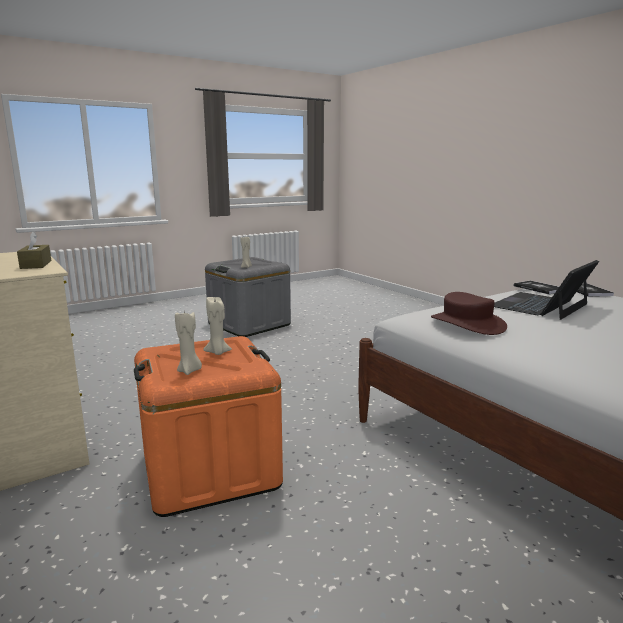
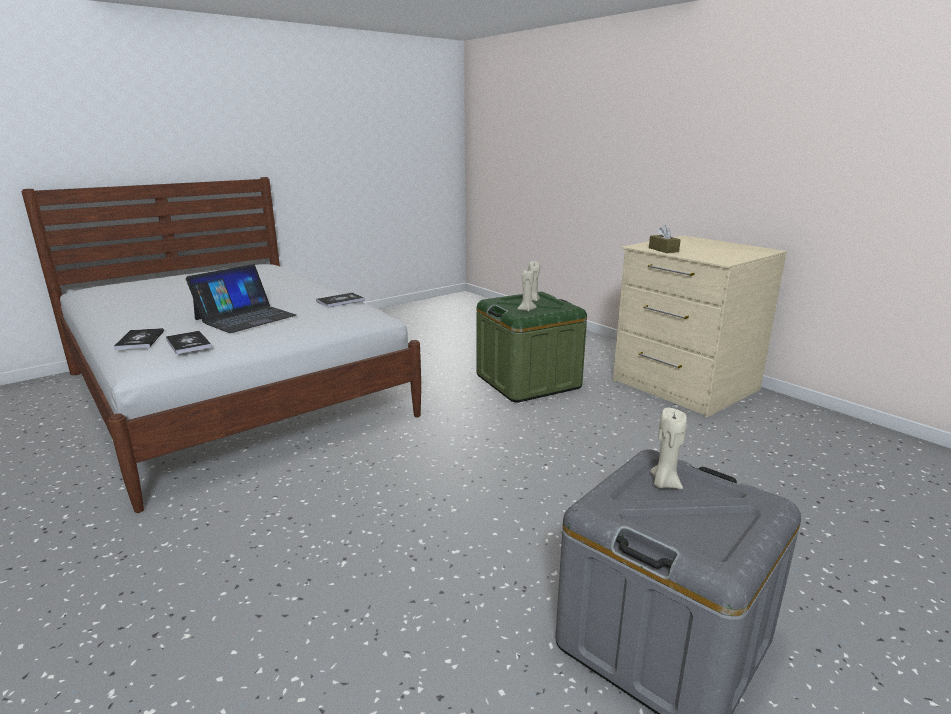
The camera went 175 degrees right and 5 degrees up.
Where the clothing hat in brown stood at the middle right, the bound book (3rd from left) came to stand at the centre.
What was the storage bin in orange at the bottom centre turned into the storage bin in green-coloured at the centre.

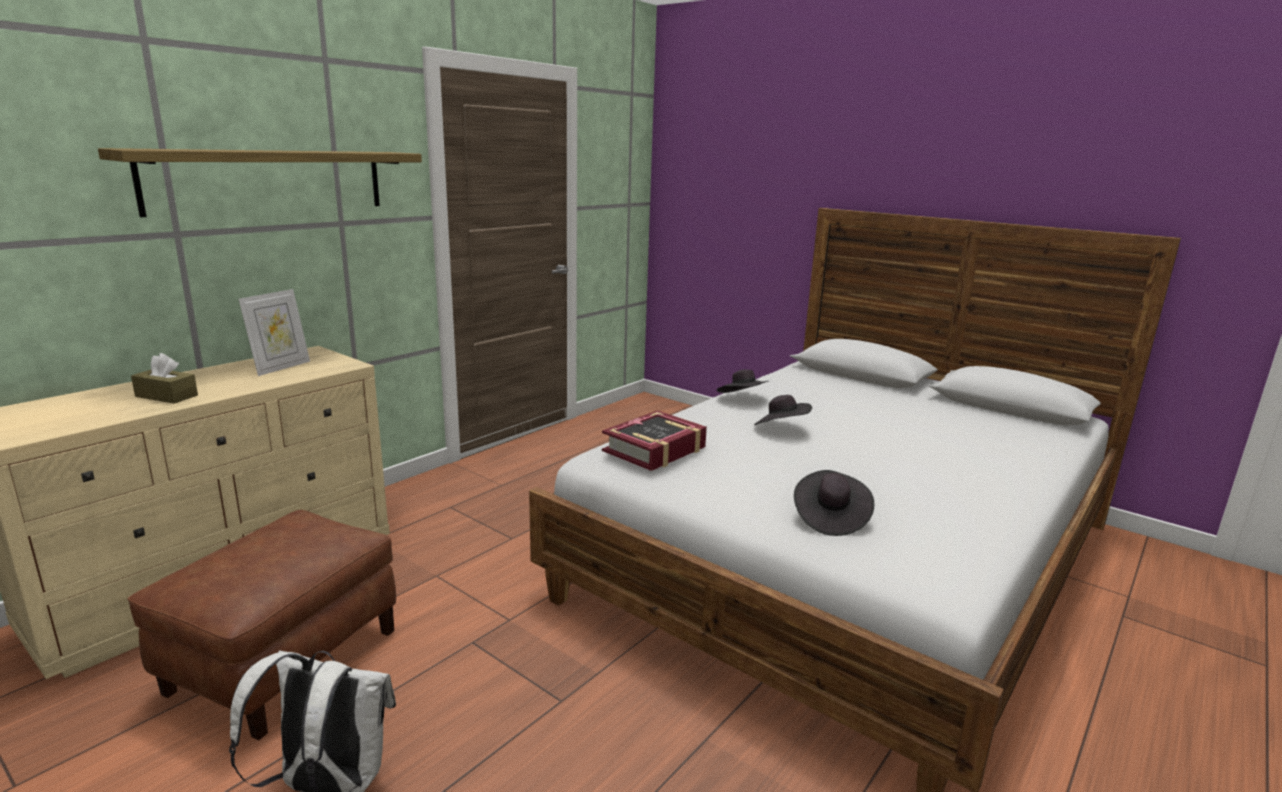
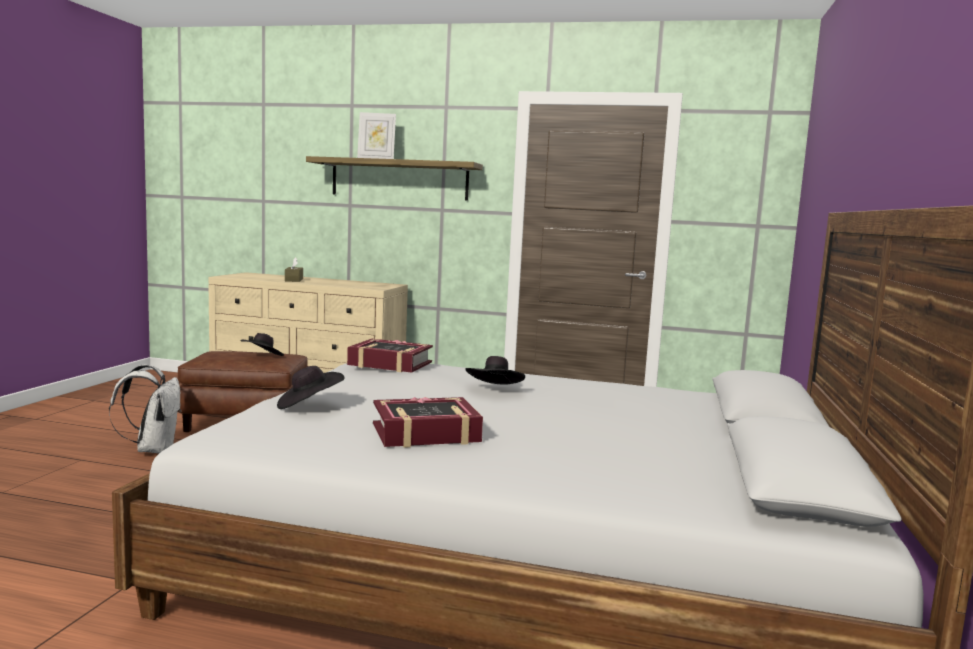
The camera went 65 degrees right and 10 degrees down.
The clothing hat in blackish (1st from left) ended up elsewhere, having gone from the centre to the middle left.
The standing frame ended up elsewhere, having gone from the middle left to the top centre.
The second view gained the bound book (2nd from left) at the centre.

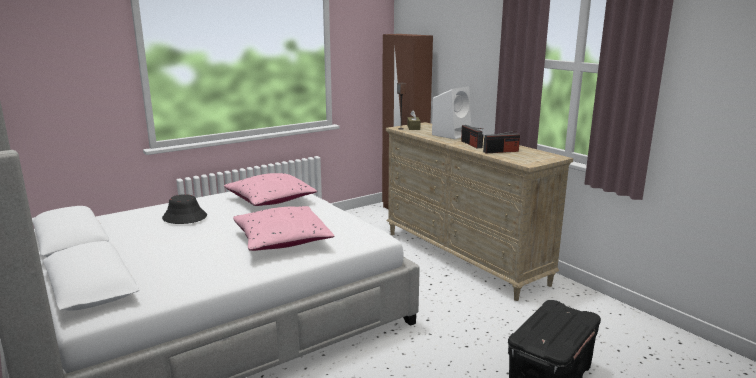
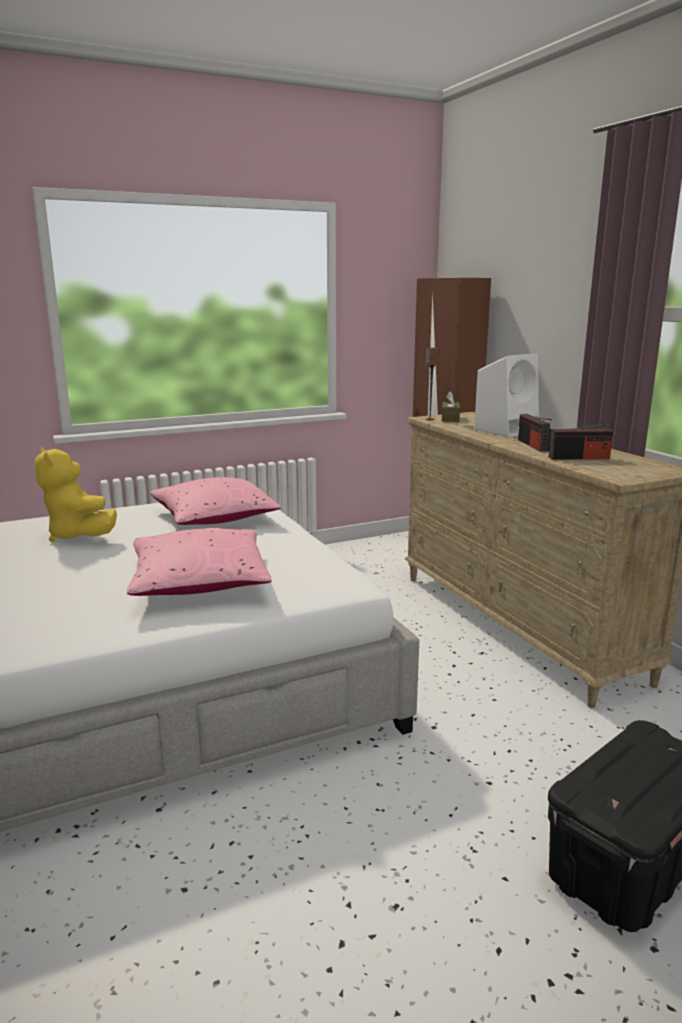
The camera went 10 degrees right and 0 degrees up.
Where the clothing hat in blackish stood at the middle left, the plush toy in yellowish came to stand at the middle left.

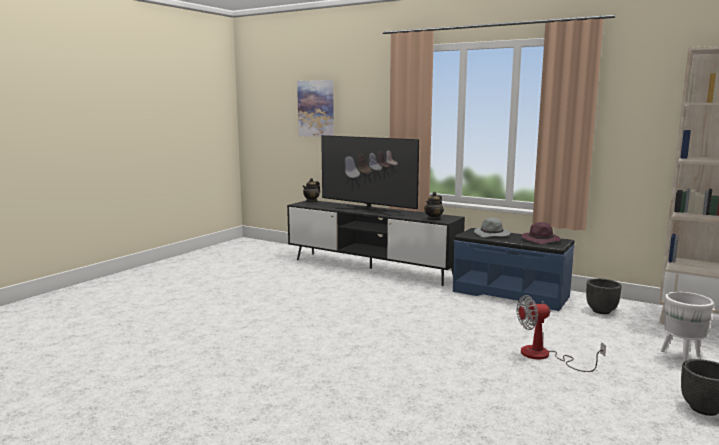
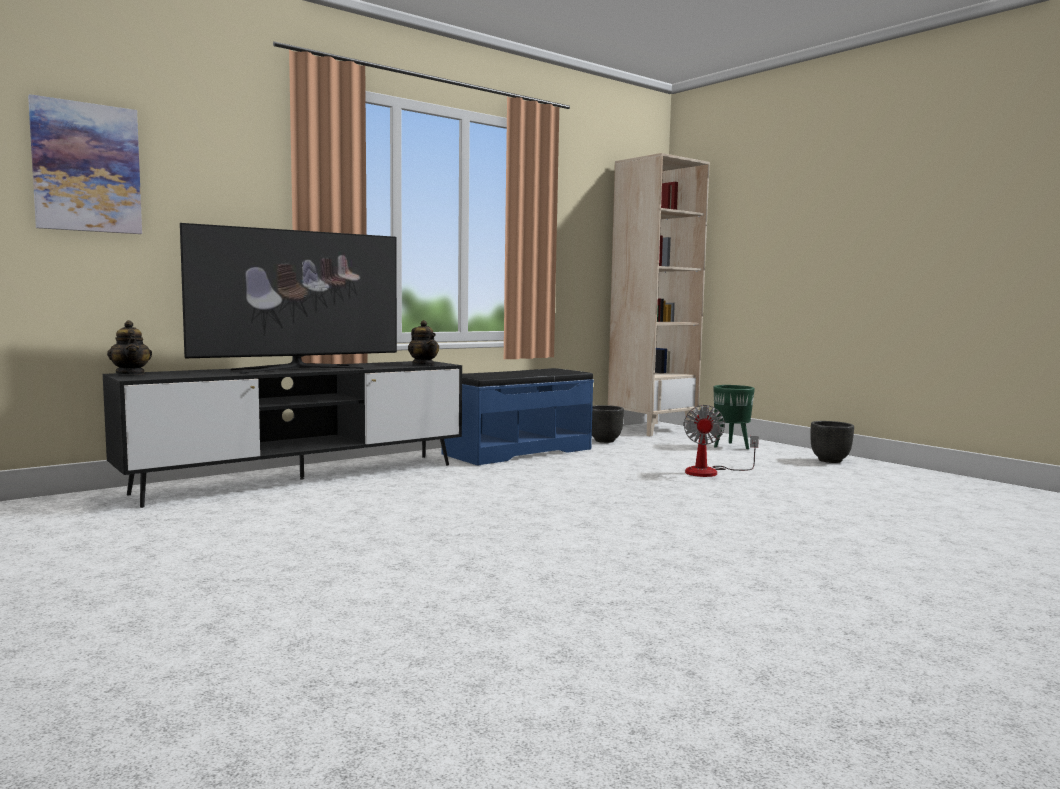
The camera went 70 degrees left and 5 degrees down.
What was the flower pot in white at the bottom right turned into the flower pot in green-coloured at the middle right.
The second view lost the clothing hat in gray at the middle right.
The second view lost the clothing hat in purple at the middle right.

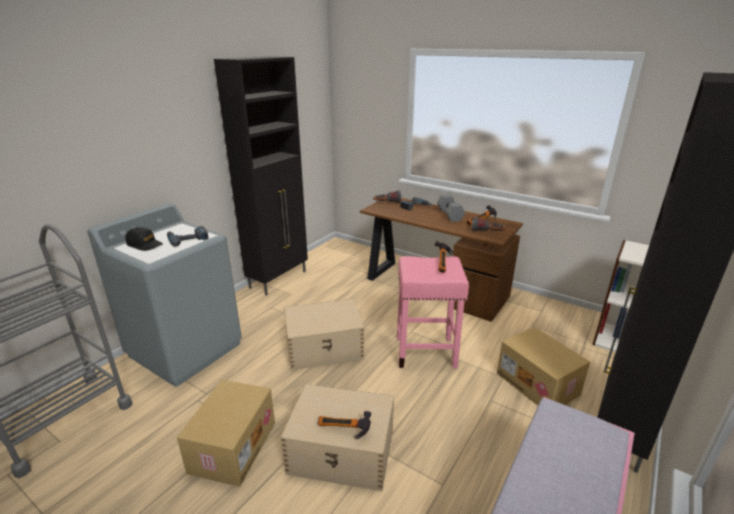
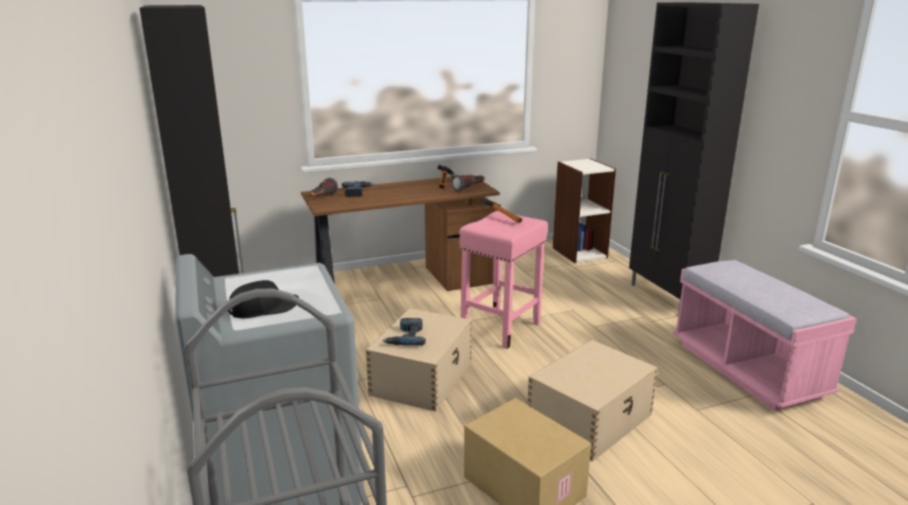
The camera went 55 degrees left and 5 degrees down.
The drill (1st from left in the first image) ended up elsewhere, having gone from the middle left to the centre.
The second view lost the hand hammer (1st from left) at the bottom centre.
The second view lost the hand weight in gray at the centre.
The second view lost the carton (2nd from left) at the bottom right.

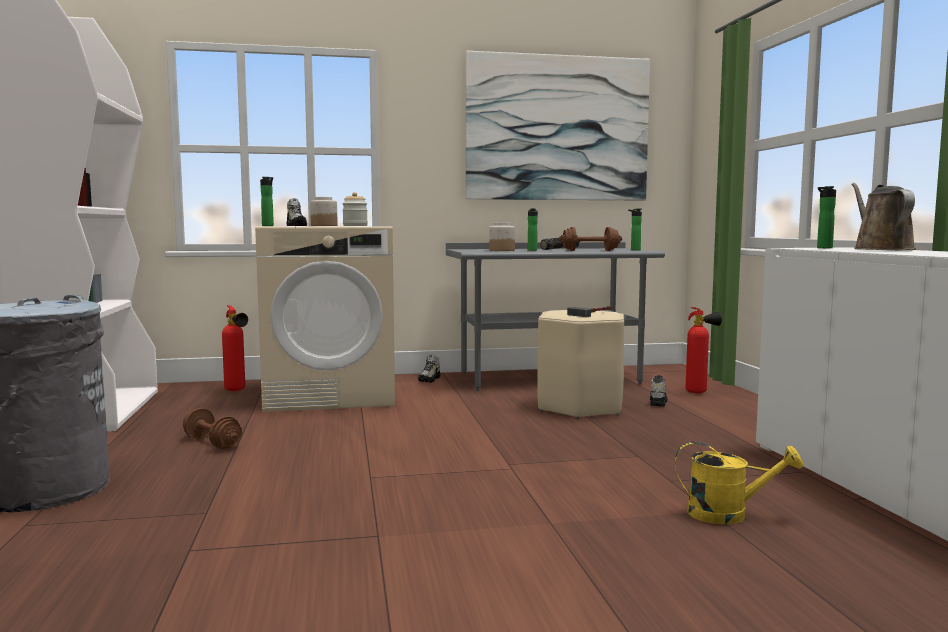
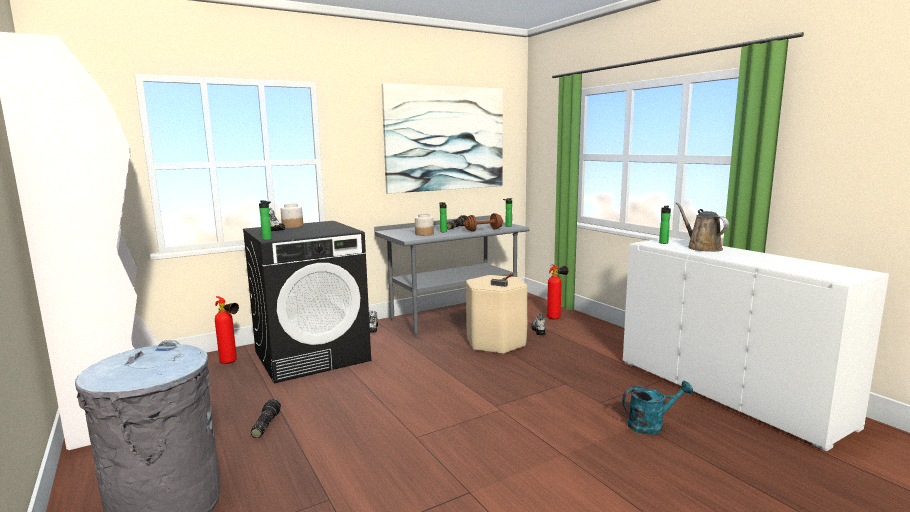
The camera went 20 degrees left and 5 degrees up.
What was the laundry appliance in beige-coloured at the centre turned into the laundry appliance in blackish at the centre.
Where the hand weight in brown (1st from left) stood at the bottom left, the flashlight (1st from left) came to stand at the bottom left.
What was the watering pot in yellowish at the bottom right turned into the watering pot in turquoise-coloured at the bottom right.
The second view lost the preserve jar (2nd from left) at the top centre.

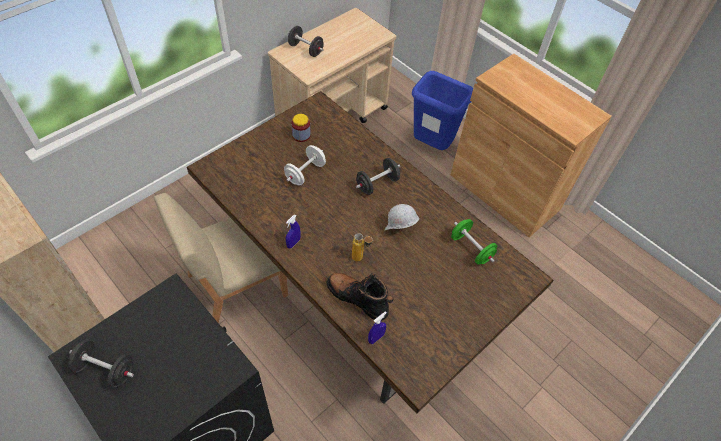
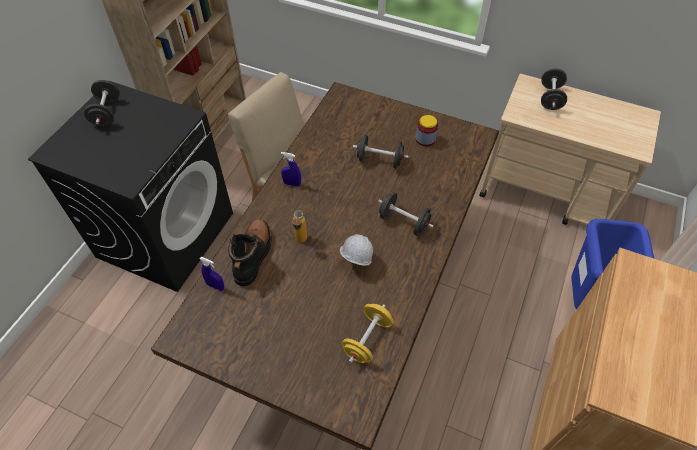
The camera went 70 degrees right and 0 degrees up.
What was the hand weight in green-coloured at the centre turned into the hand weight in yellowish at the bottom centre.
What was the hand weight in white at the centre turned into the hand weight in blackish (2nd from left) at the centre.

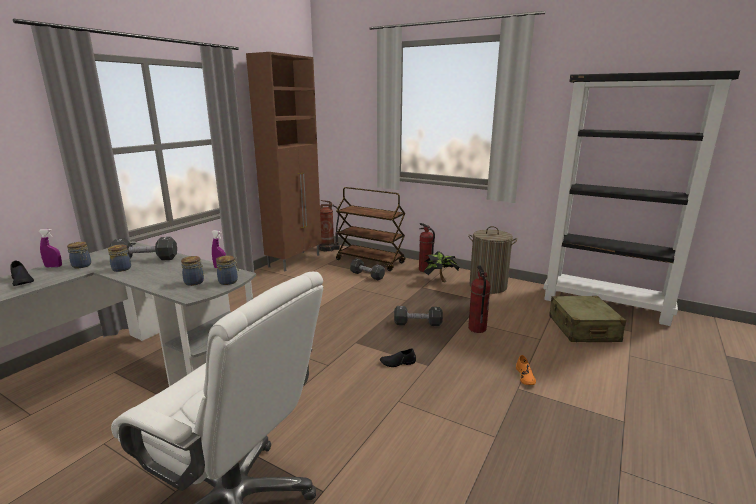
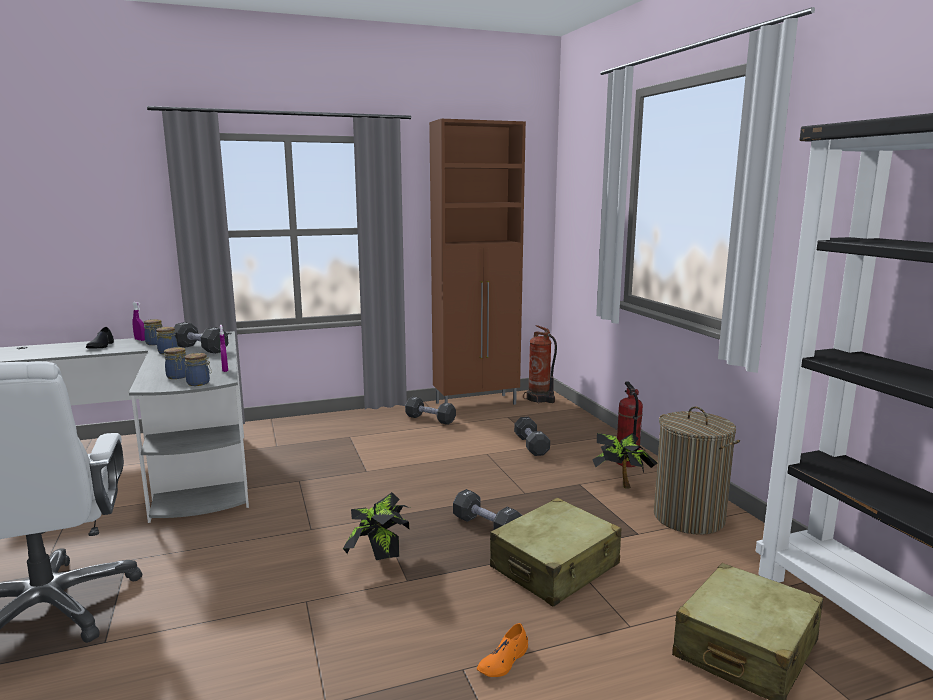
The camera went 40 degrees right and 5 degrees down.
Where the item of footwear in blackish (2nd from left) stood at the bottom centre, the plant in a pot (1st from left) came to stand at the bottom centre.
The second view gained the hand weight in blackish (2nd from left) at the centre.
Where the fire-fighting cylinder (3rd from left) stood at the centre, the suitcase in beige-coloured (1st from left) came to stand at the bottom centre.
The second view lost the trolley in brown at the centre.

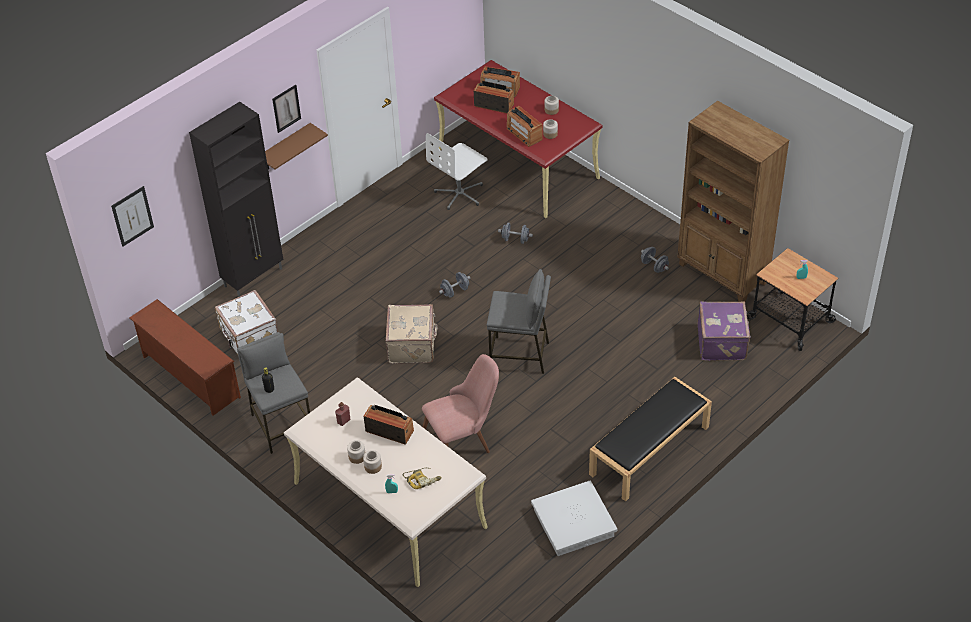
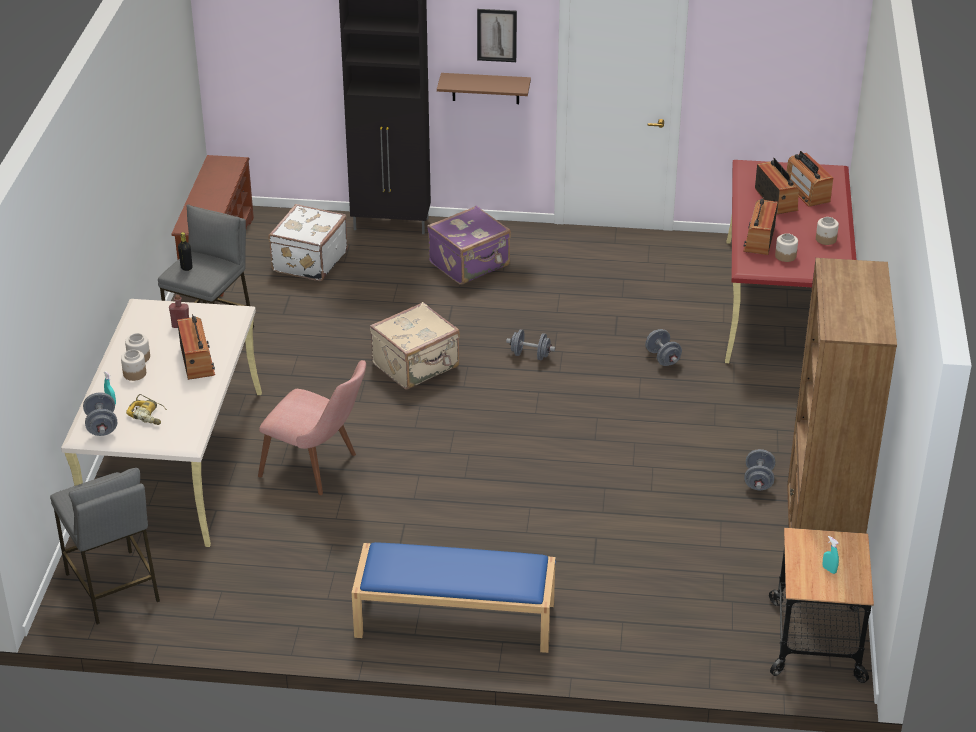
The camera went 50 degrees right and 10 degrees down.
The stool seat in gray (2nd from left in the first image) ended up elsewhere, having gone from the centre to the bottom left.
The second view gained the hand weight in gray (1st from left) at the middle left.
What was the long seat in blackish at the bottom right turned into the long seat in blue-coloured at the bottom centre.
The suitcase in purple ended up elsewhere, having gone from the middle right to the centre.
The second view lost the wall art (1st from left) at the middle left.
The second view lost the computer chair in white at the top centre.
The second view lost the storage bin in white at the bottom centre.

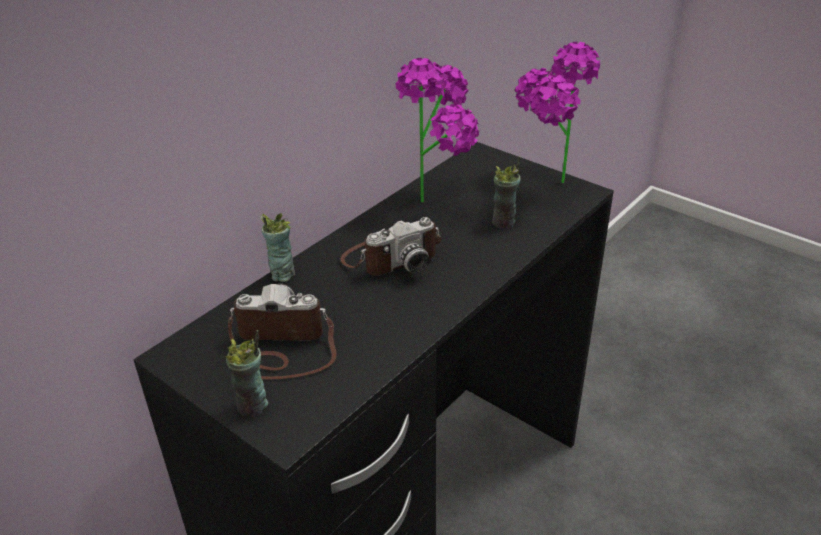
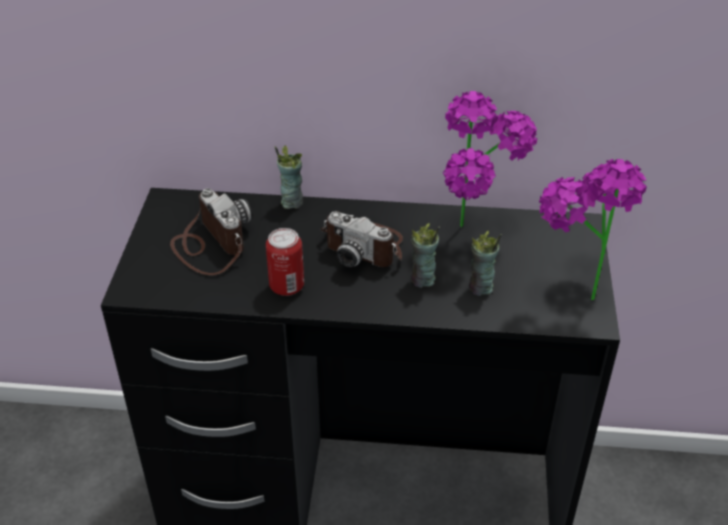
The camera went 55 degrees right and 5 degrees up.
The second view gained the metal can at the centre.
The drinking cup (1st from left in the first image) ended up elsewhere, having gone from the bottom left to the centre.

